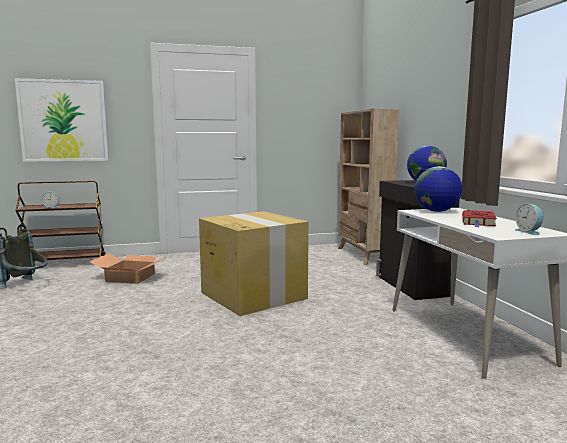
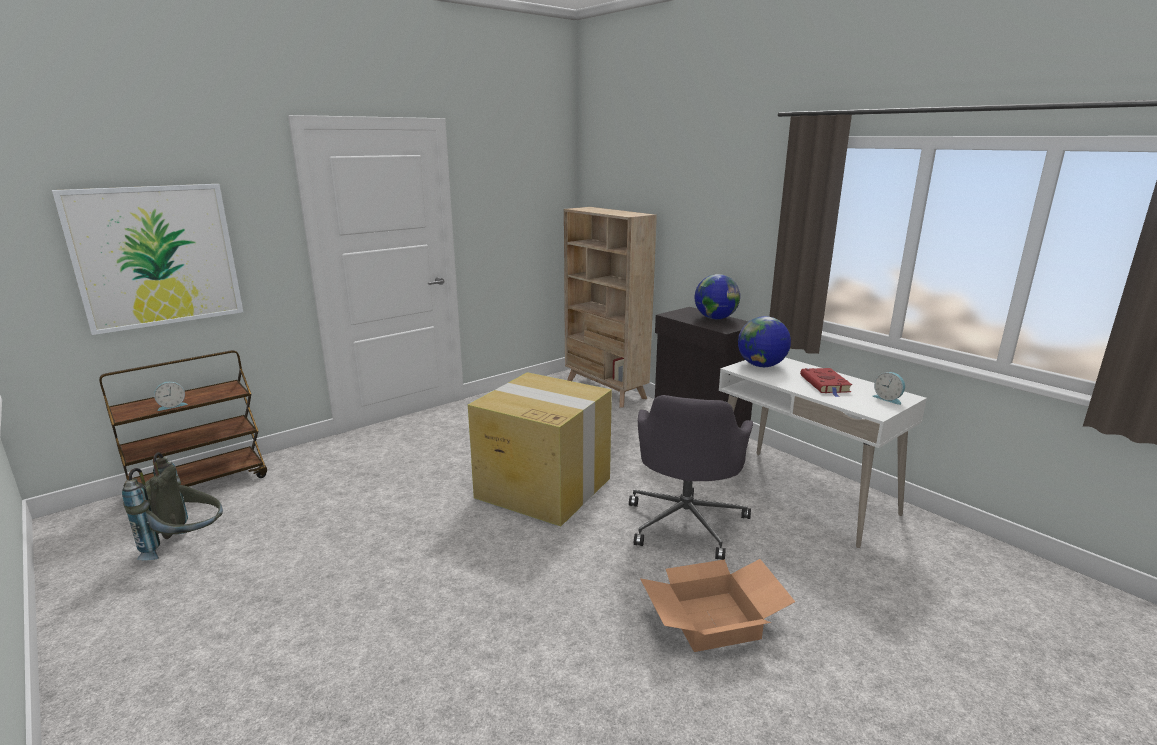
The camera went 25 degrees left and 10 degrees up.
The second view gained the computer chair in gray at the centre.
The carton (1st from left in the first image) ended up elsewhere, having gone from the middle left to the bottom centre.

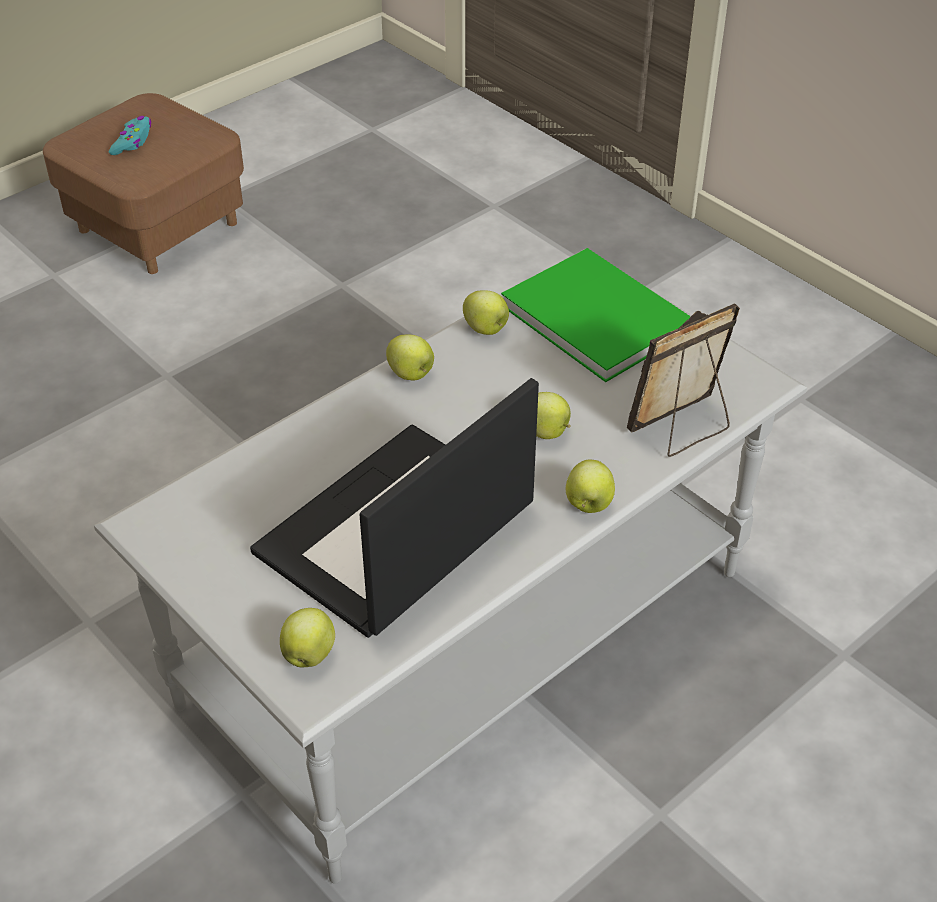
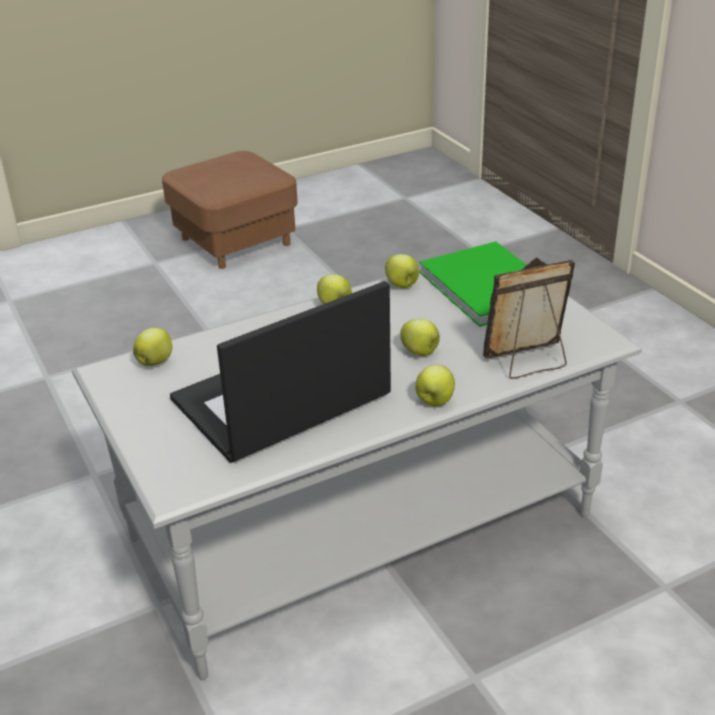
The camera went 15 degrees right and 10 degrees down.
The whole apple (1st from left) ended up elsewhere, having gone from the bottom left to the middle left.
The second view lost the joypad in turquoise-coloured at the top left.

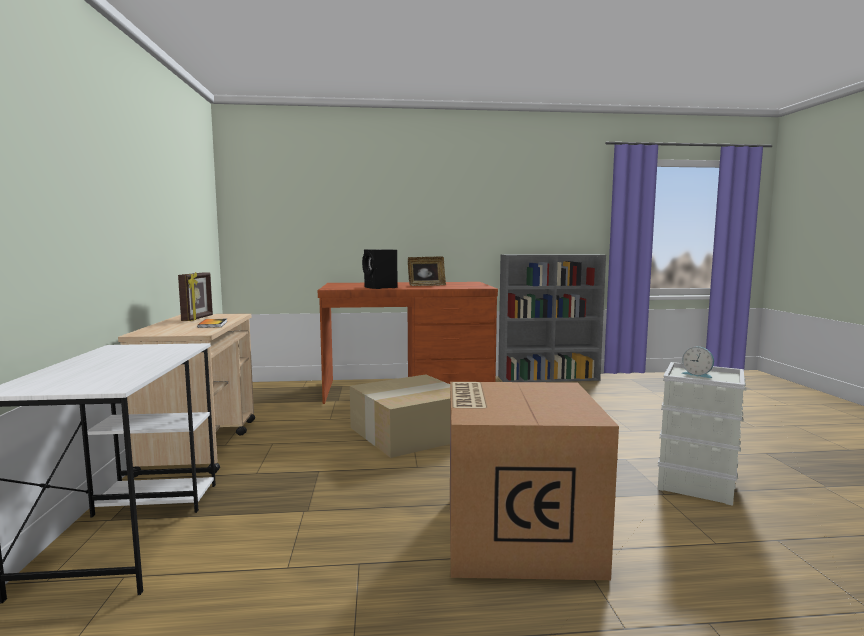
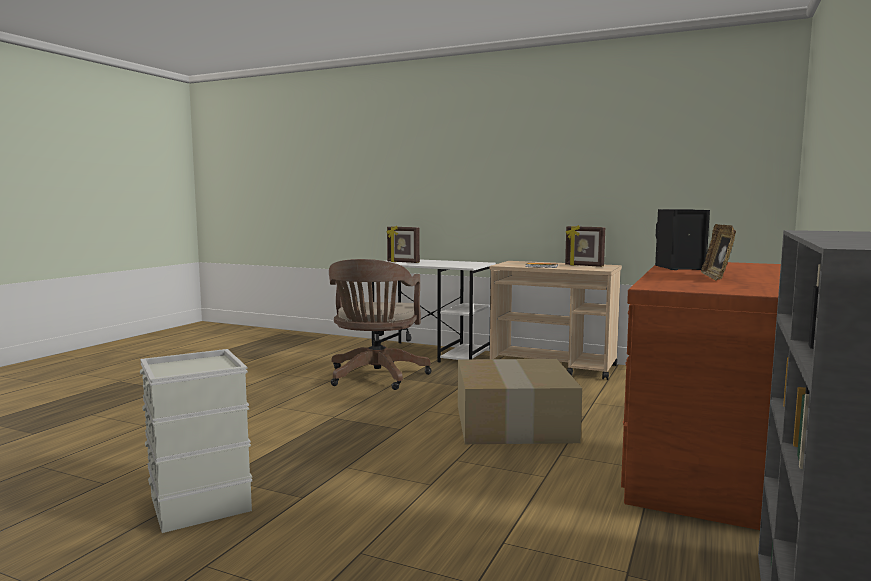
The camera went 120 degrees right and 0 degrees up.
The second view gained the computer chair in brown at the centre.
The second view gained the standing frame (1st from left) at the centre.
The second view lost the carton (2nd from left) at the bottom centre.
The second view lost the alarm clock at the middle right.

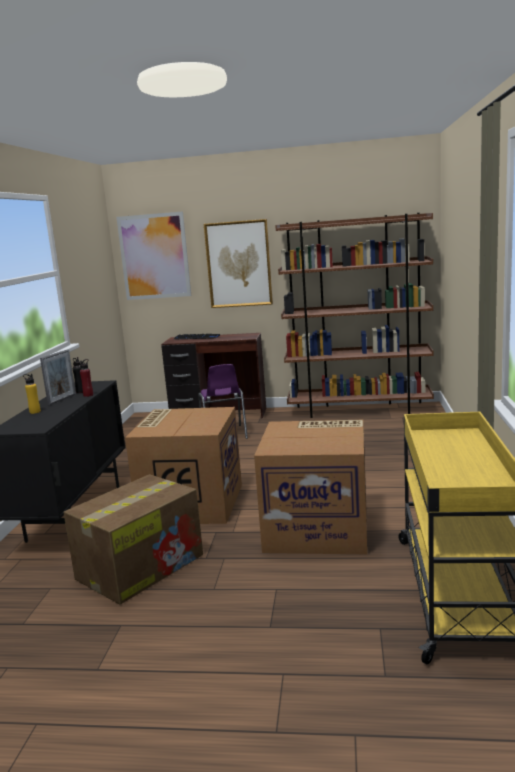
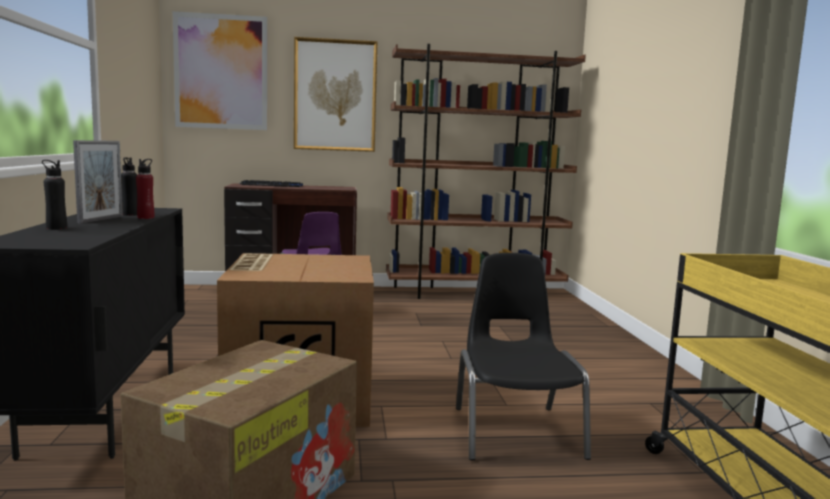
The camera went 15 degrees left and 5 degrees down.
What was the beverage bottle in yellowish at the middle left turned into the beverage bottle in blackish (1st from left) at the middle left.
Where the carton (3rd from left) stood at the centre, the upright chair in blackish came to stand at the bottom centre.

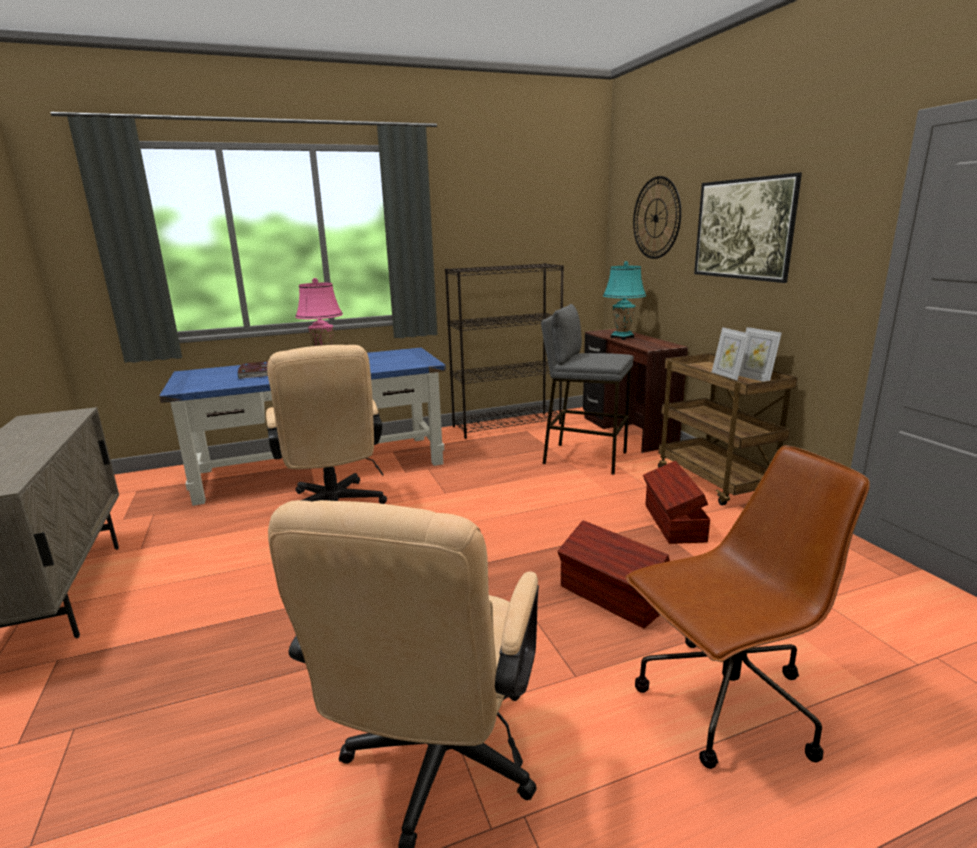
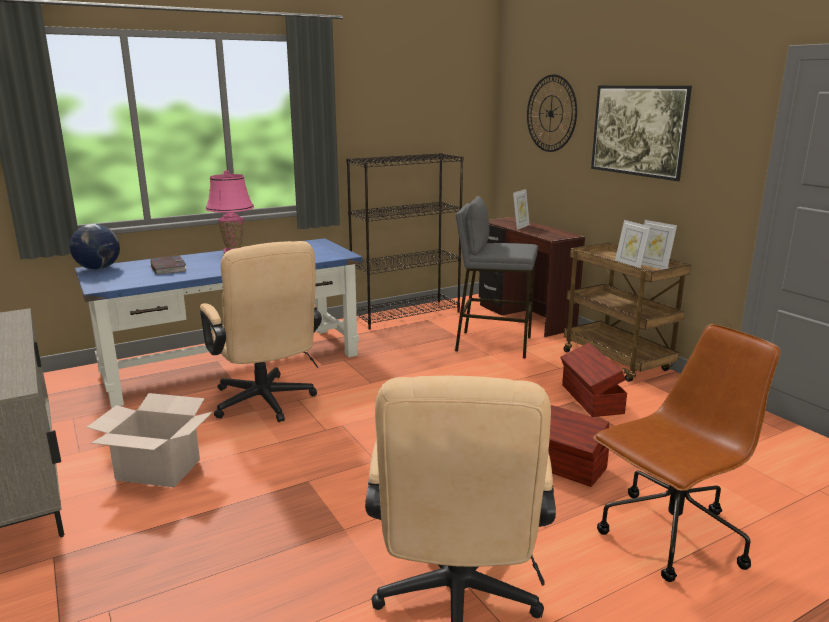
The camera went 10 degrees left and 0 degrees up.
The second view gained the world globe at the middle left.
The second view gained the carton at the bottom left.
Where the table lamp in turquoise-coloured stood at the centre, the standing frame (1st from left) came to stand at the centre.

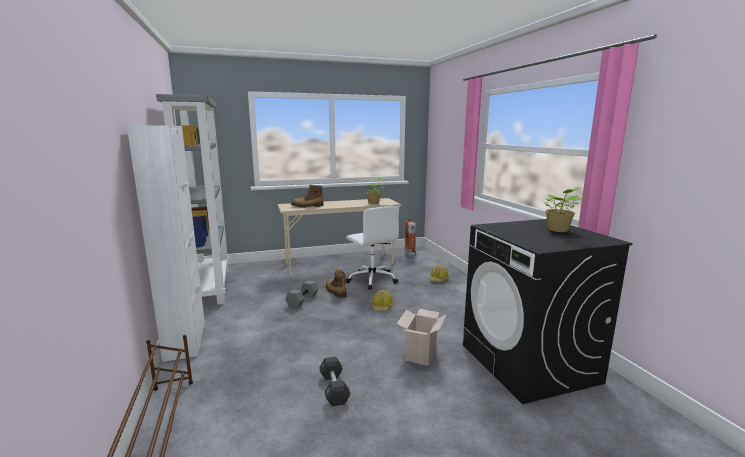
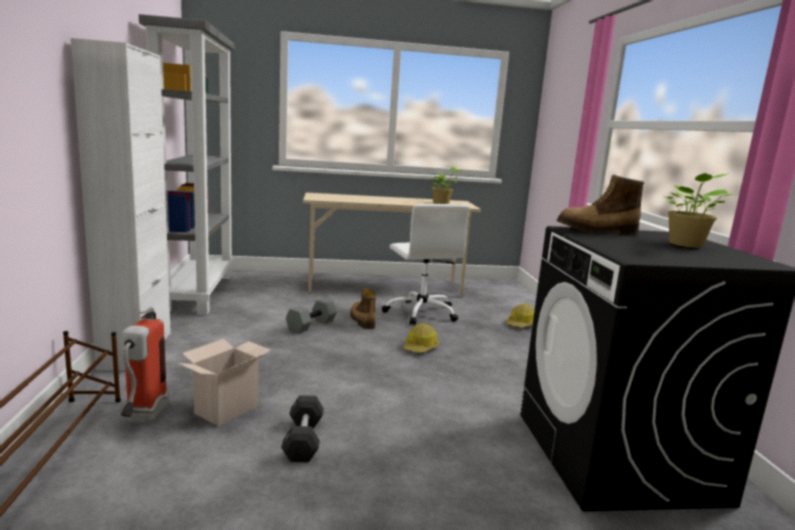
The camera went 10 degrees right and 0 degrees up.
The fire-fighting cylinder ended up elsewhere, having gone from the centre to the bottom left.
The carton ended up elsewhere, having gone from the bottom centre to the bottom left.
The high-top boot (1st from left in the first image) ended up elsewhere, having gone from the centre to the middle right.

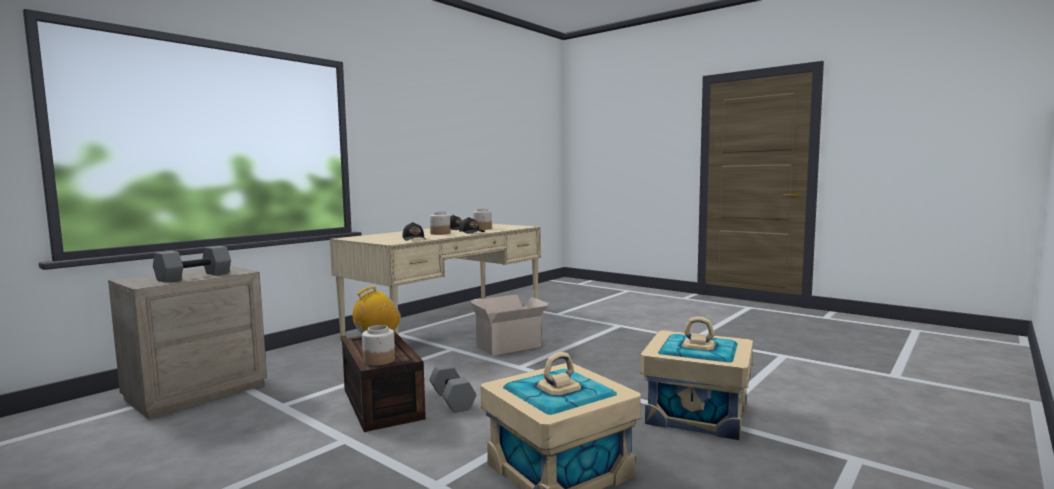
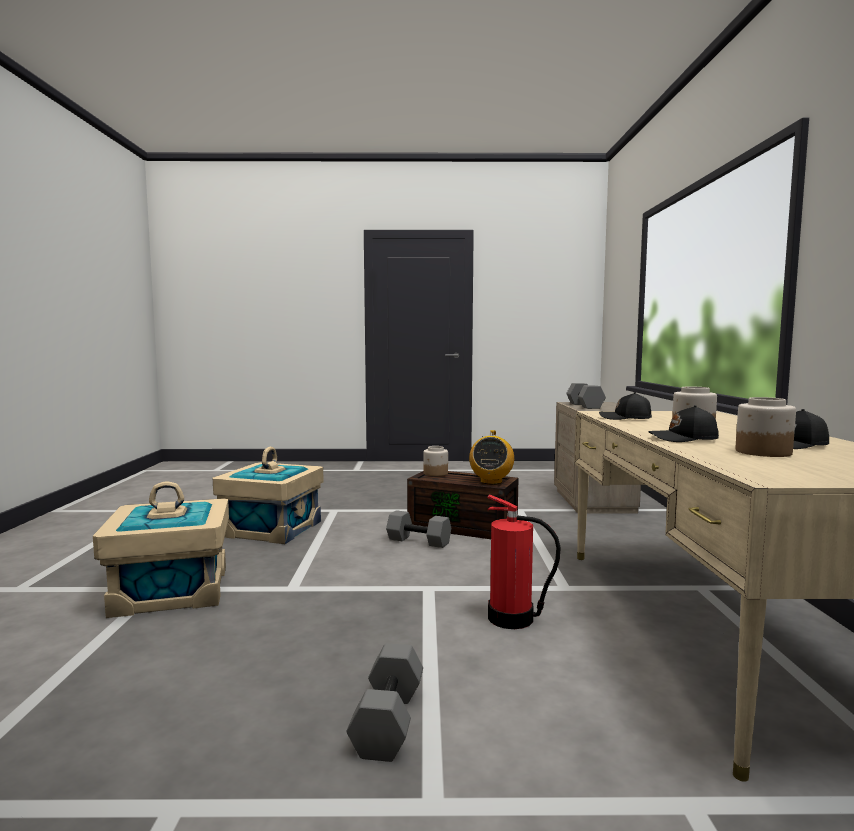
The camera went 140 degrees right and 0 degrees up.
The second view gained the hand weight in gray (1st from left) at the bottom centre.
Where the carton stood at the centre, the fire-fighting cylinder came to stand at the bottom centre.

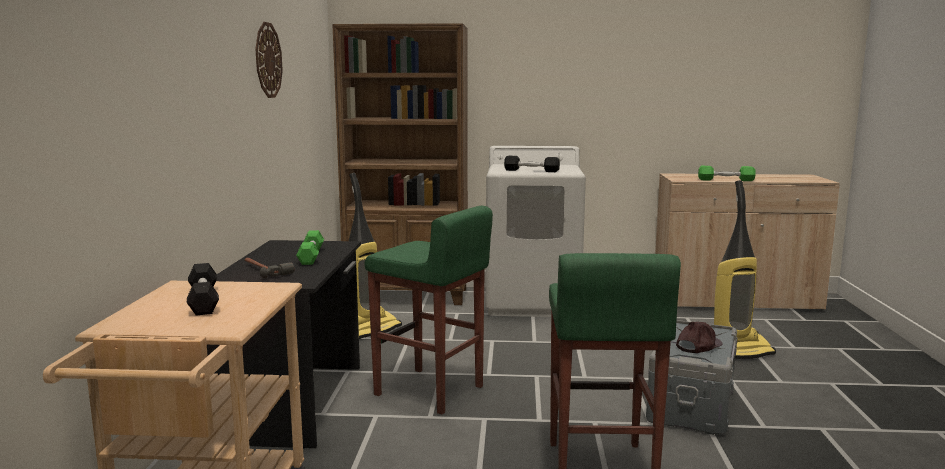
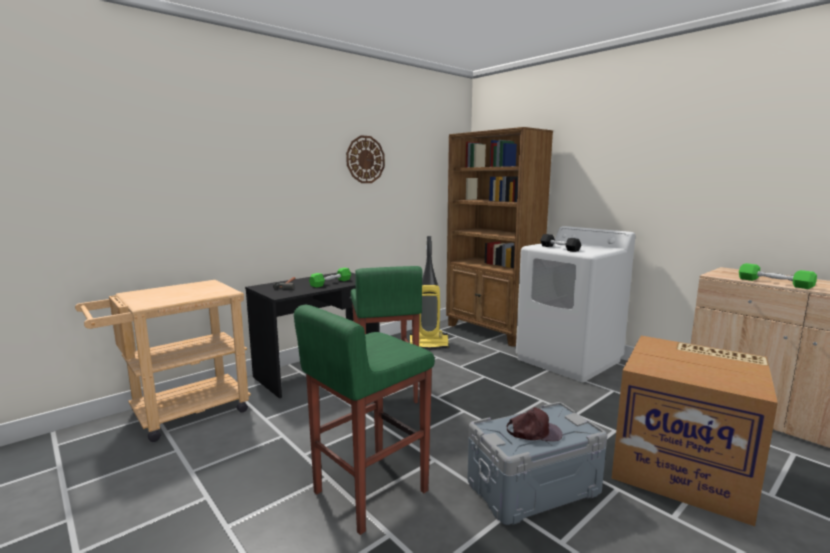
The camera went 45 degrees right and 0 degrees up.
Where the hoover (2nd from left) stood at the middle right, the carton came to stand at the bottom right.
The second view lost the hand weight in blackish (1st from left) at the middle left.

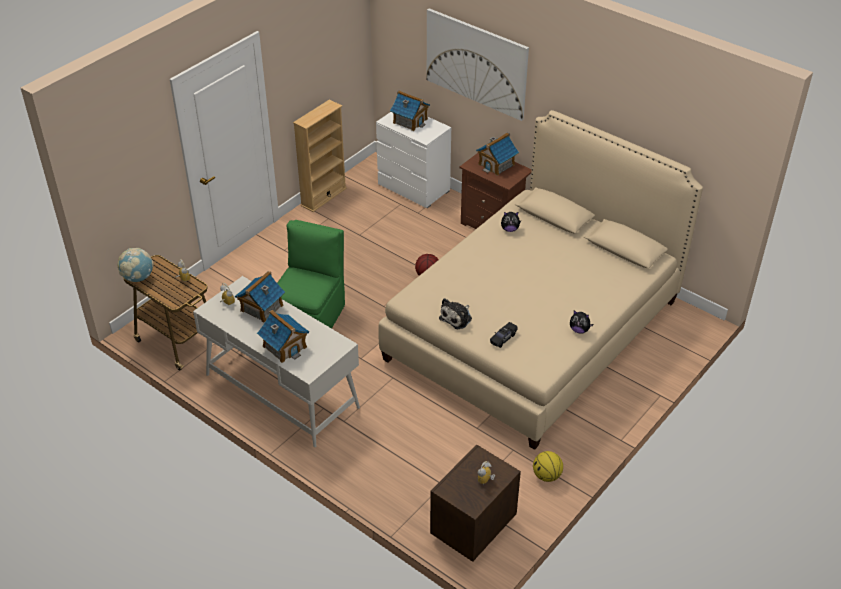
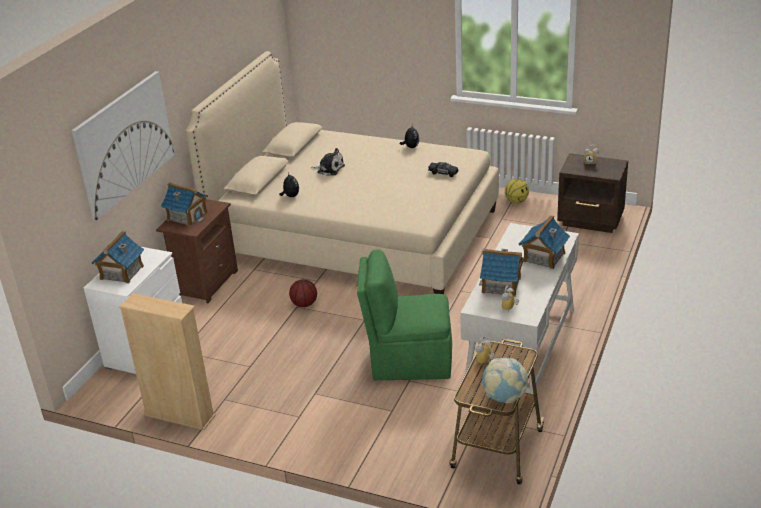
The camera went 105 degrees left and 10 degrees down.
The plush toy (1st from left in the first image) ended up elsewhere, having gone from the centre to the top centre.

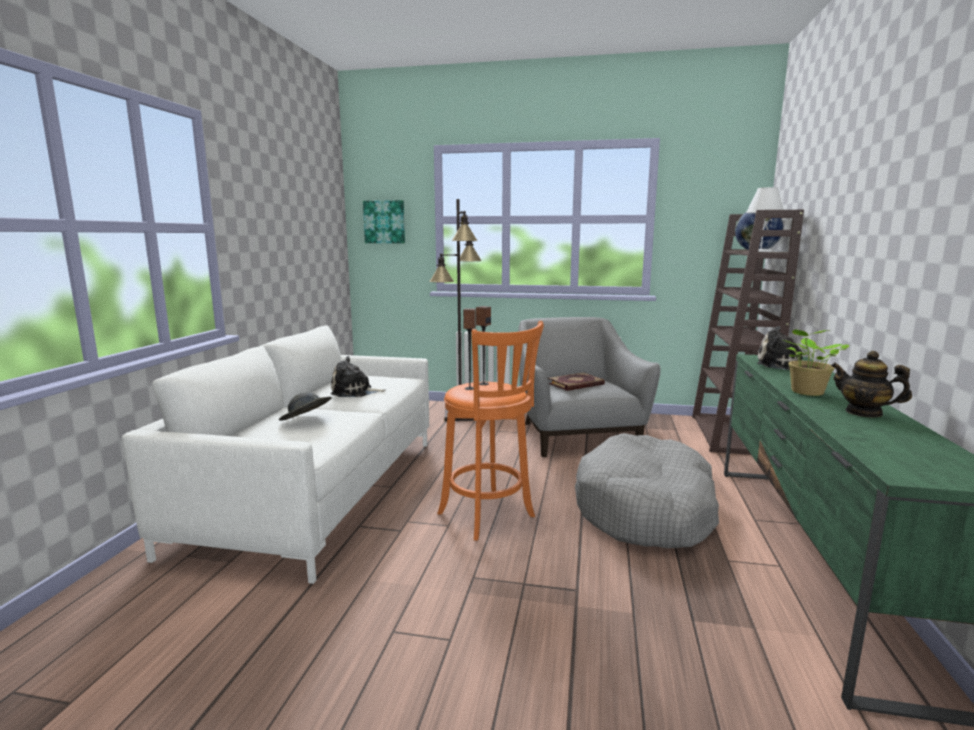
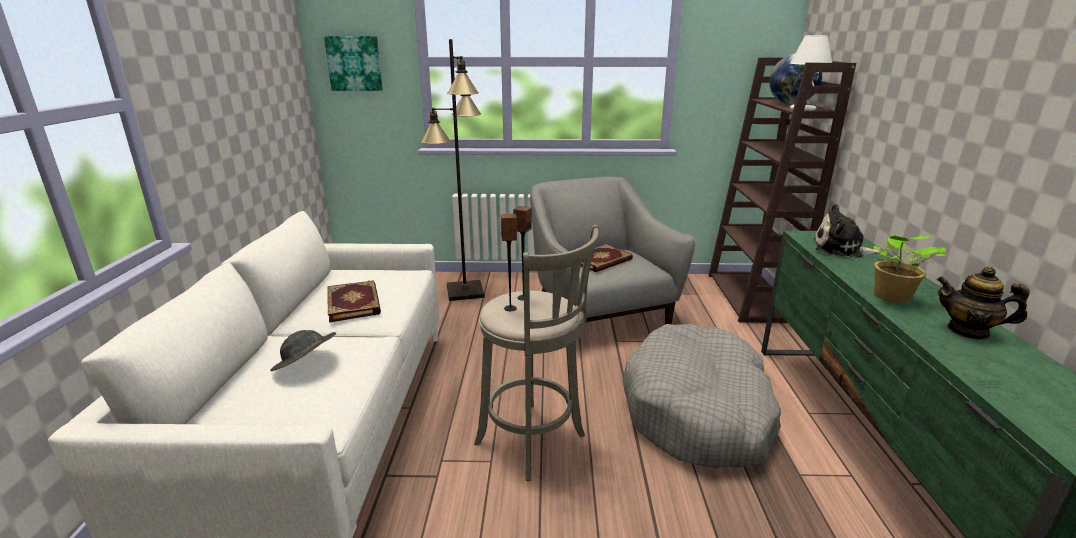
The camera went 10 degrees left and 10 degrees up.
Where the plush toy (1st from left) stood at the centre, the bound book (1st from left) came to stand at the middle left.
What was the stool seat in orange at the centre turned into the stool seat in gray at the centre.

